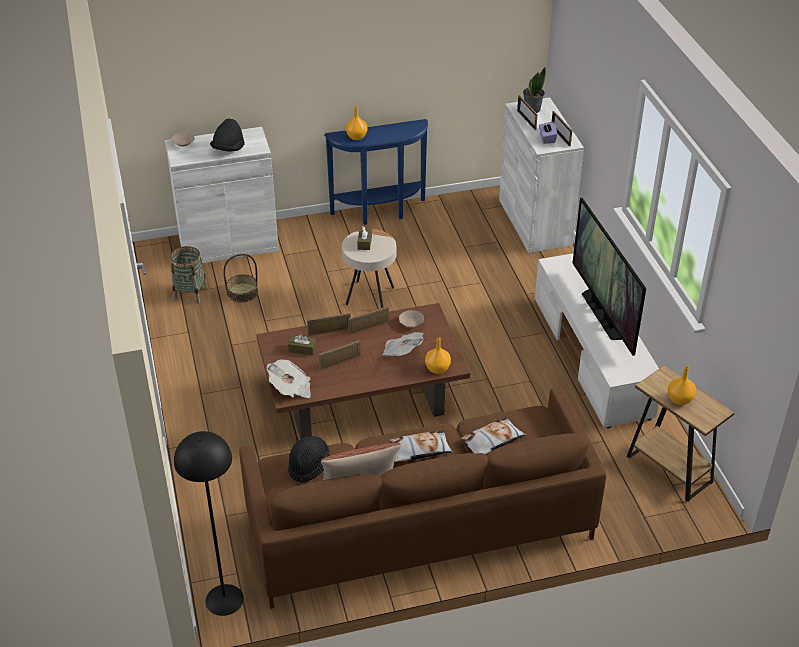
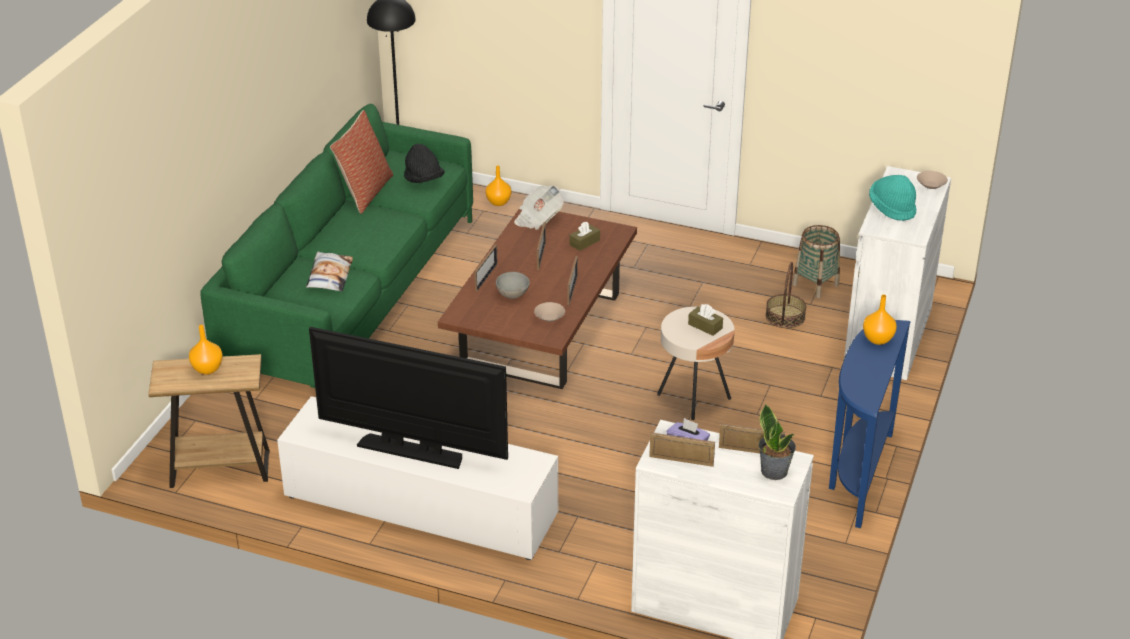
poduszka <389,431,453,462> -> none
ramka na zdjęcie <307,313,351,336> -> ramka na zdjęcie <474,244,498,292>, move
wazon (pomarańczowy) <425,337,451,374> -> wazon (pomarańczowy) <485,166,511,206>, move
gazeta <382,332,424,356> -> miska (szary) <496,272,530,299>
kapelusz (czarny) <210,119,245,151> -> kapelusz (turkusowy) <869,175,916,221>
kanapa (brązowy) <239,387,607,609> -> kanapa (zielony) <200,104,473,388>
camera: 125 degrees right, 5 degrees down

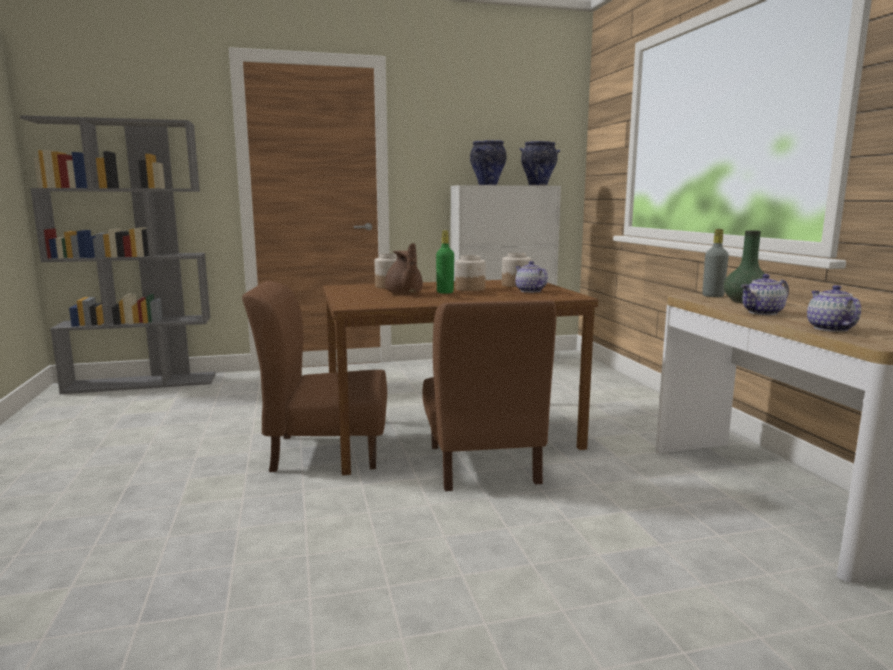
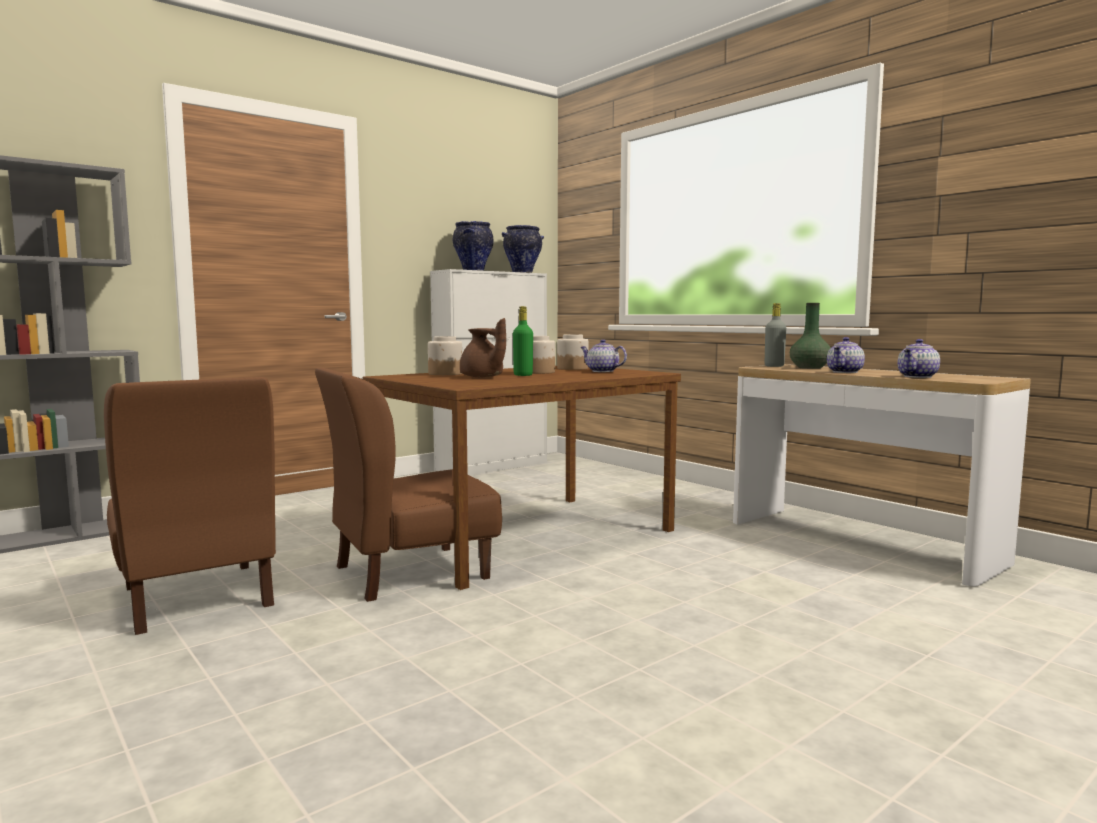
krzesło (brązowy) <422,300,556,491> -> krzesło (brązowy) <104,377,276,635>, move
imbryk <807,285,861,332> -> imbryk <897,339,940,378>, 105 degrees counterclockwise
camera: 25 degrees left, 5 degrees down

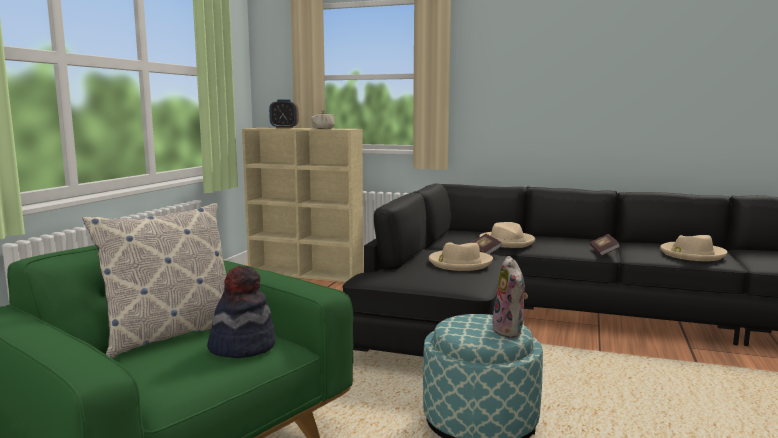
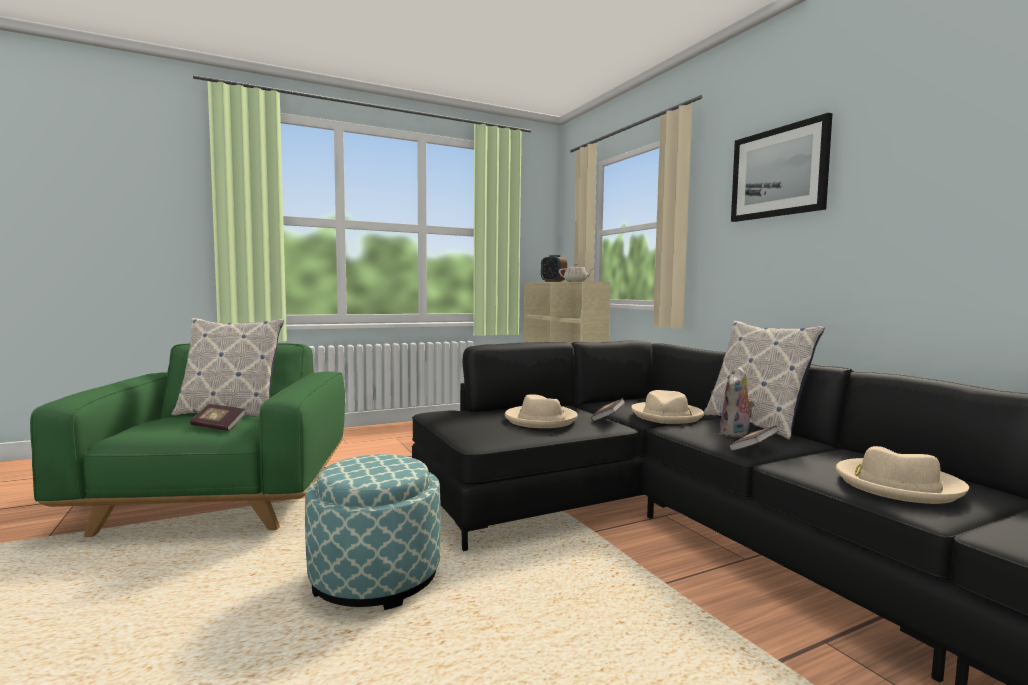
none -> poduszka <704,320,825,440>
none -> obraz <731,113,833,222>
pluszak <492,256,528,338> -> pluszak <720,366,755,438>, move
kapelusz <207,266,276,358> -> książka <190,404,246,431>
camera: 45 degrees right, 5 degrees down

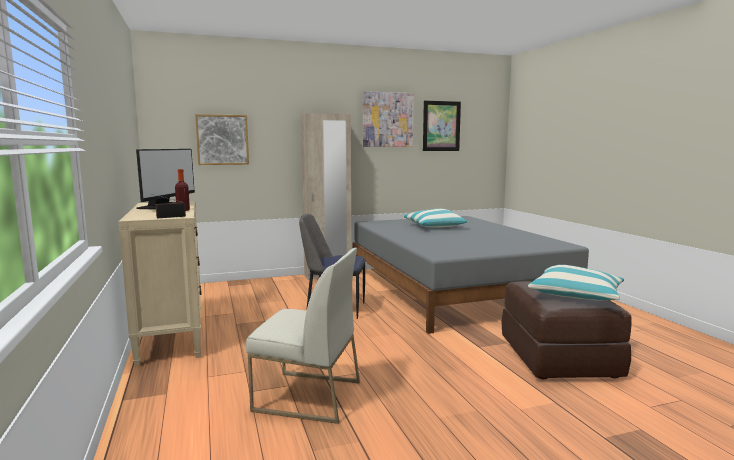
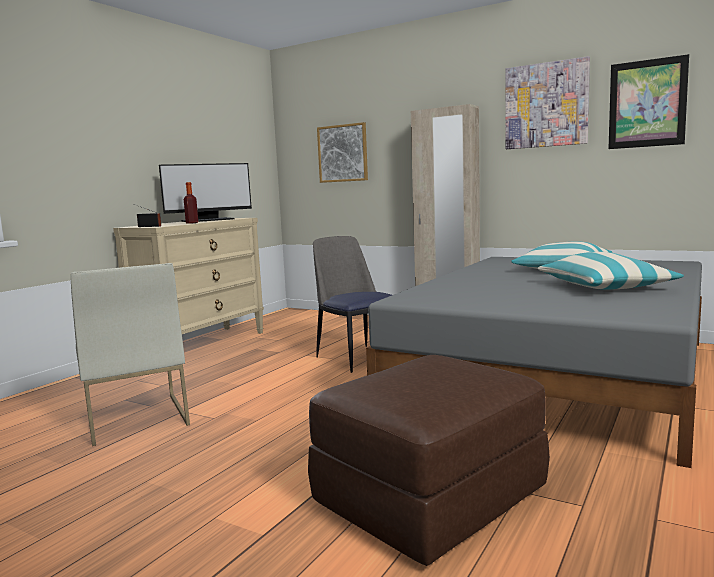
poduszka <528,265,624,301> -> poduszka <538,252,684,290>, move
camera: 50 degrees right, 0 degrees up

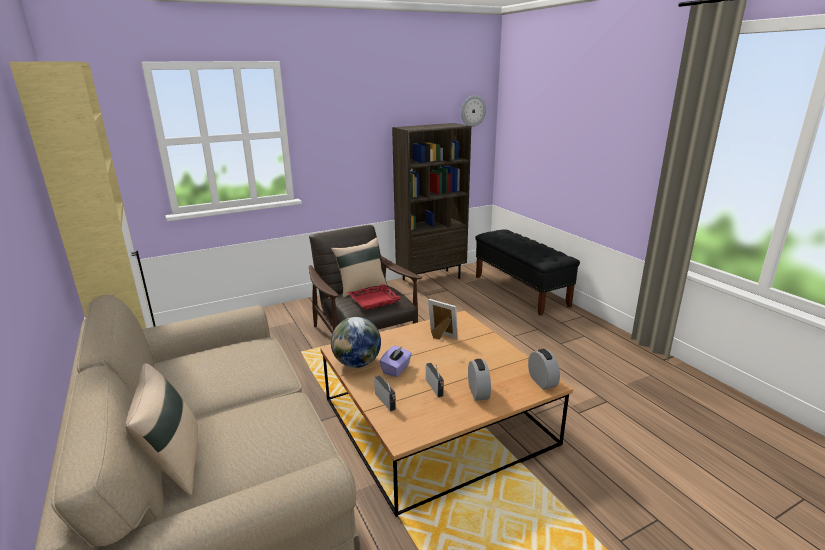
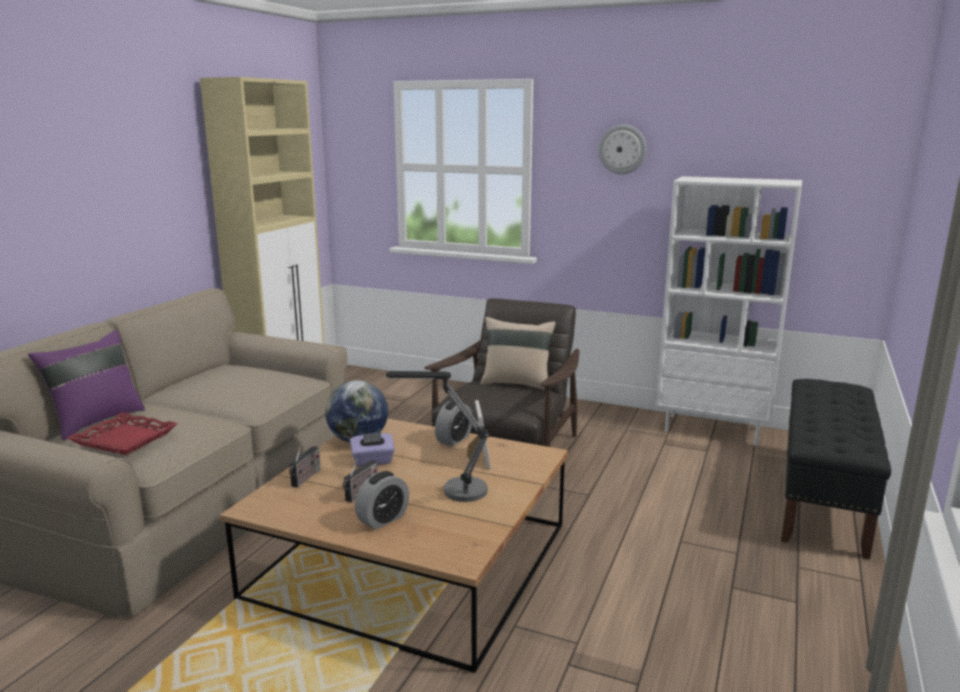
none -> lampa stołowa <386,371,489,502>
taca (czerwony) <348,284,401,310> -> taca (czerwony) <67,412,178,455>, move
zegar ścienny <461,95,486,127> -> zegar ścienny <598,124,647,175>, move
budzik <528,349,560,390> -> budzik <435,401,472,447>, move
poduszka (beżowy) <125,363,198,496> -> poduszka (fioletowy) <28,330,145,440>
regał (brązowy) <392,123,471,280> -> regał (biały) <656,176,802,446>
camera: 50 degrees right, 5 degrees down

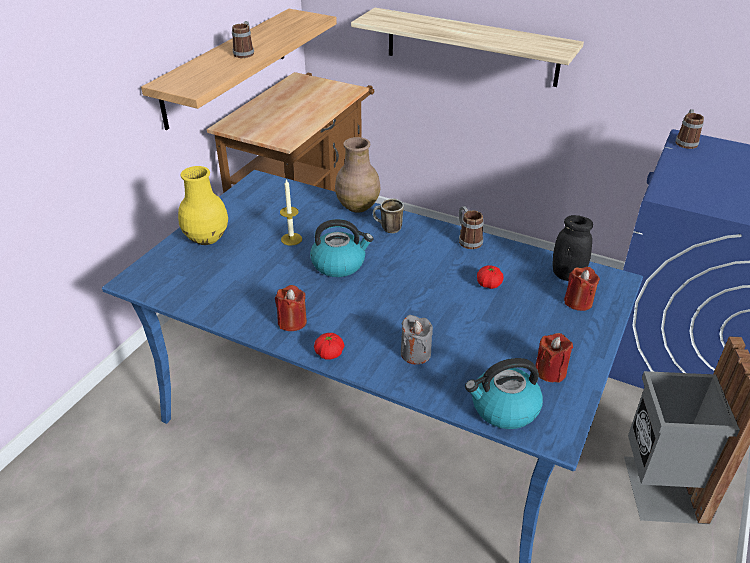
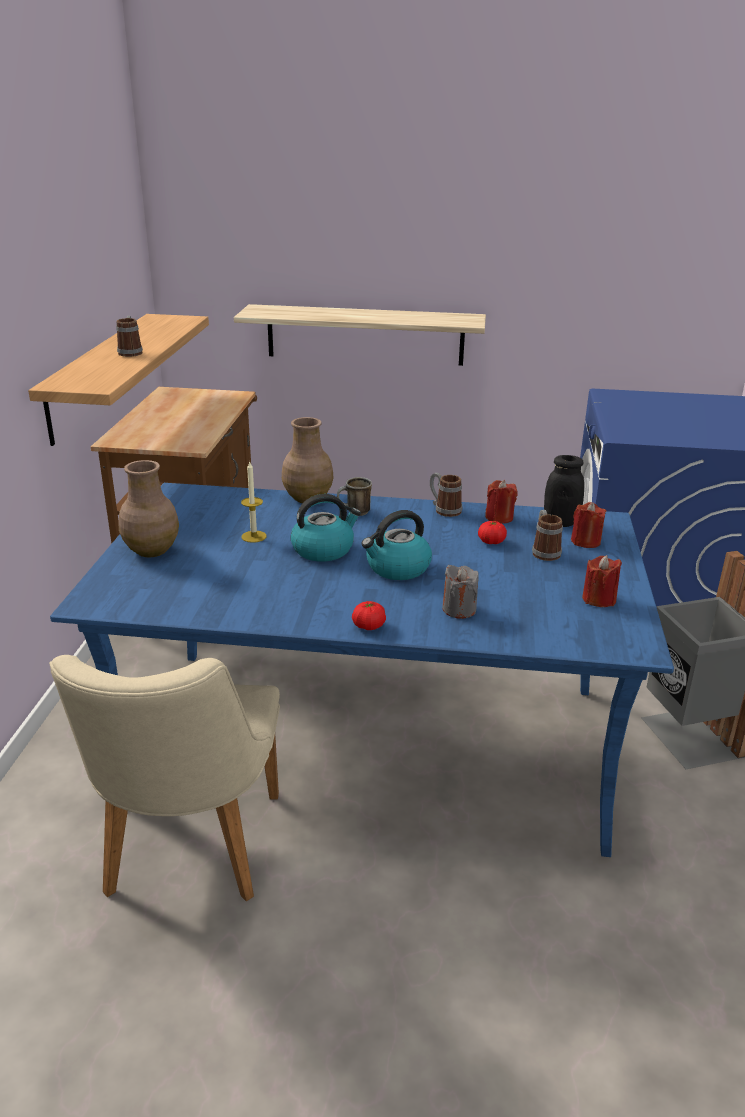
none -> krzesło (beżowy) <49,655,280,902>
świeca (czerwony) <275,285,307,331> -> świeca (czerwony) <485,480,518,524>, move
czajnik <465,358,543,429> -> czajnik <361,510,432,580>, move
kubek <676,109,704,149> -> kubek <532,510,563,561>, move
wazon (żółty) <178,166,228,245> -> wazon (brązowy) <118,460,179,557>
camera: 20 degrees left, 10 degrees down

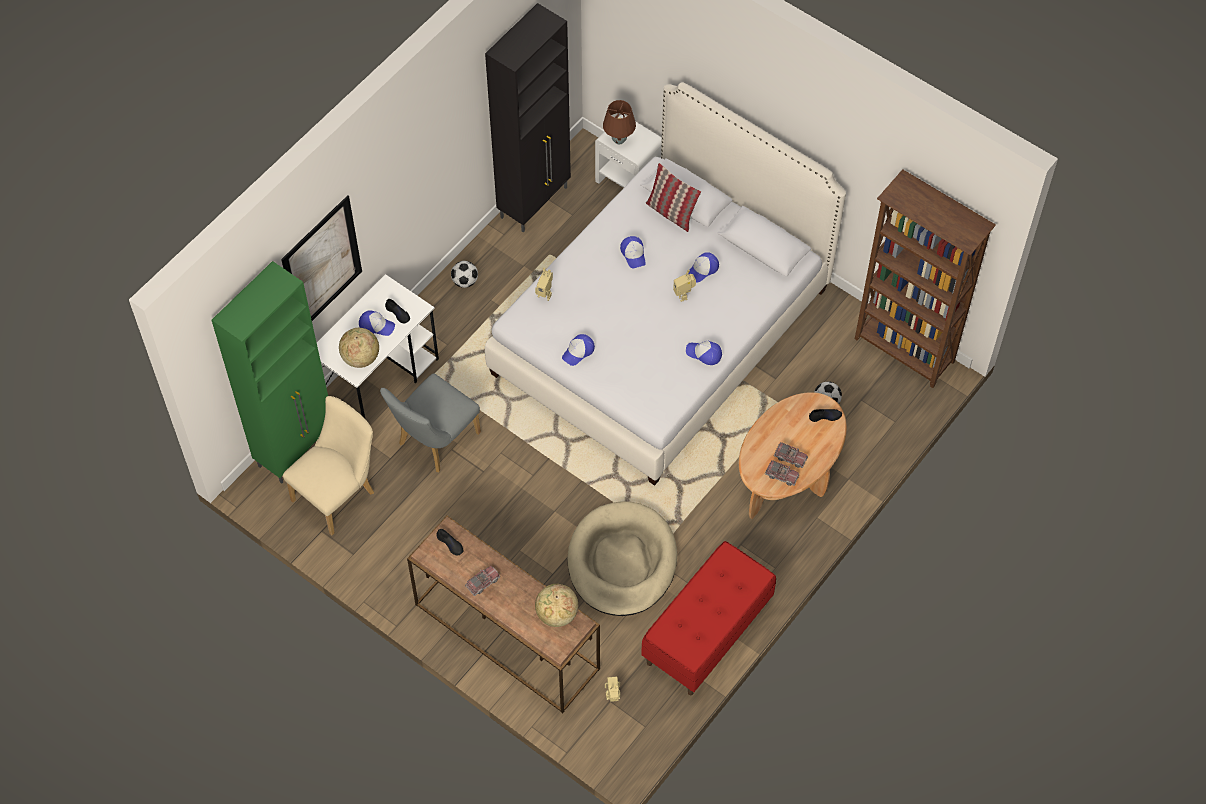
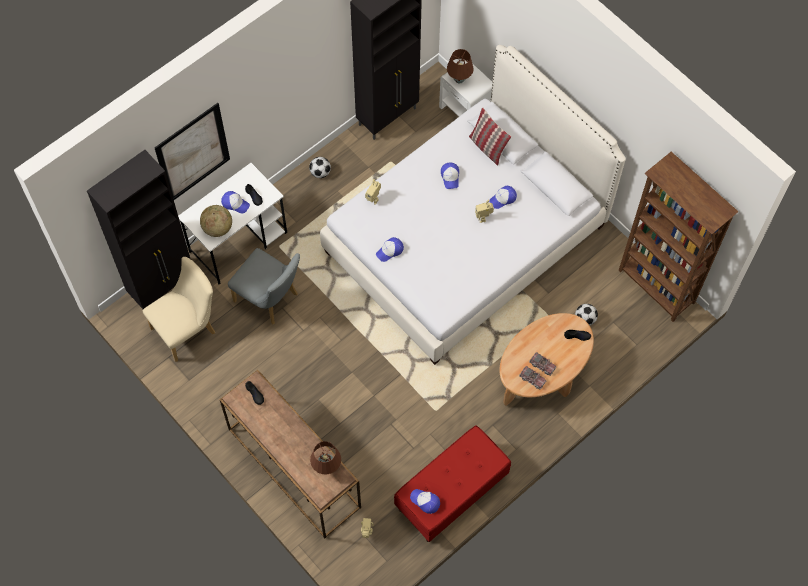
ciężarówka zabawkowa <465,566,500,596> -> none
legowisko (beżowy) <567,501,677,616> -> none
czapka z daszkiem <686,341,722,365> -> czapka z daszkiem <410,489,440,514>, move
globus <535,584,578,627> -> lampa stołowa (brązowy) <310,441,341,475>
szafka (zielony) <212,261,328,484> -> szafka (czarny) <87,150,190,309>
krzesło (szary) <380,373,481,472> -> krzesło (szary) <228,248,300,325>, 105 degrees counterclockwise
camera: 10 degrees right, 5 degrees up

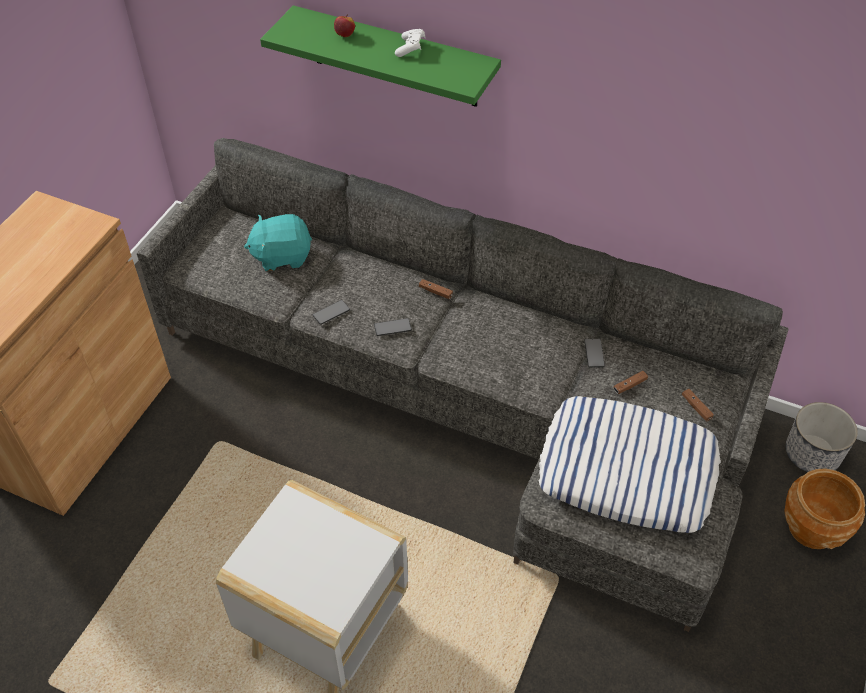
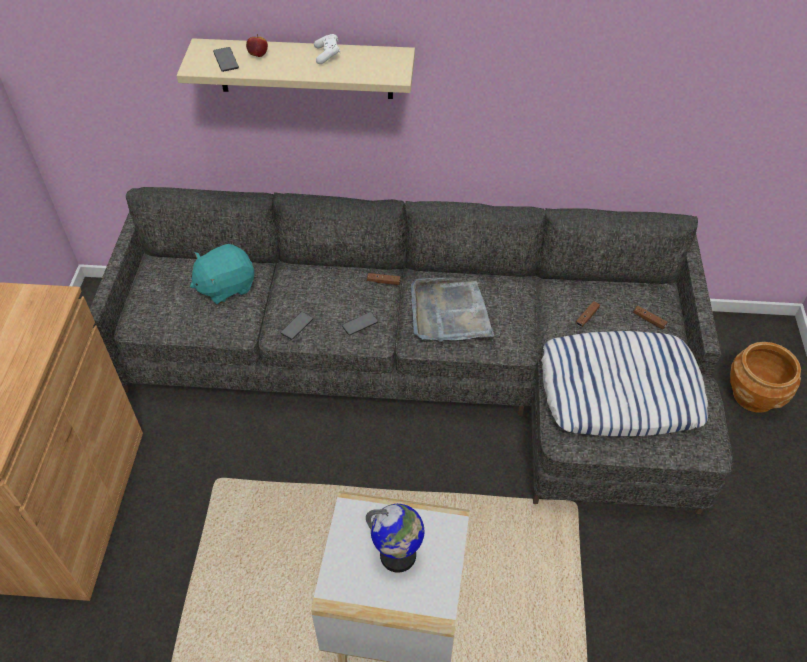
donica <786,402,858,472> -> none
none -> globus <366,504,424,573>
none -> taca (szary) <411,278,494,342>
telefon <584,339,605,368> -> telefon <213,47,239,72>, move
półka (zielony) <260,5,501,107> -> półka (beżowy) <176,38,415,99>
camera: 20 degrees left, 0 degrees up

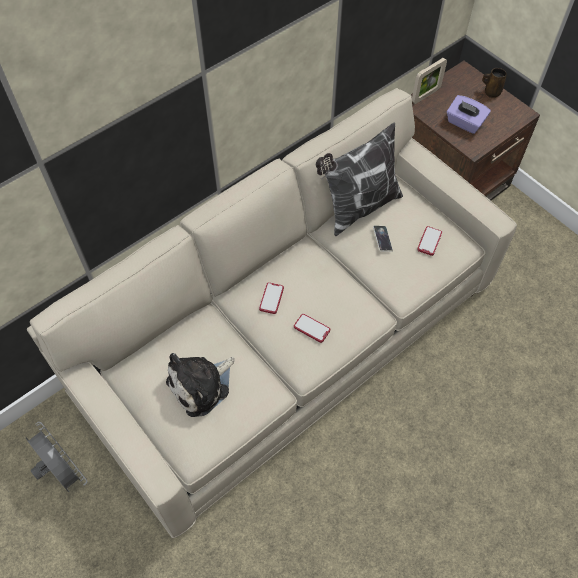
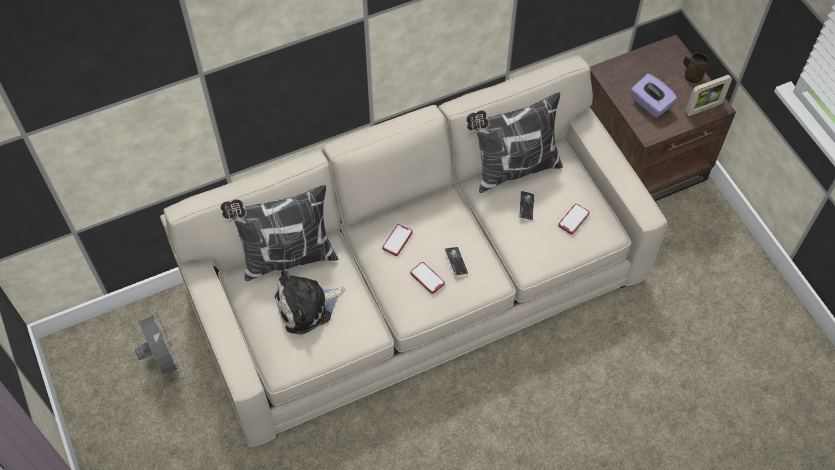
none -> poduszka <221,185,339,281>
none -> telefon <444,247,468,276>
ramka na zdjęcie <412,58,447,104> -> ramka na zdjęcie <685,75,732,116>, move
camera: 15 degrees right, 0 degrees up

